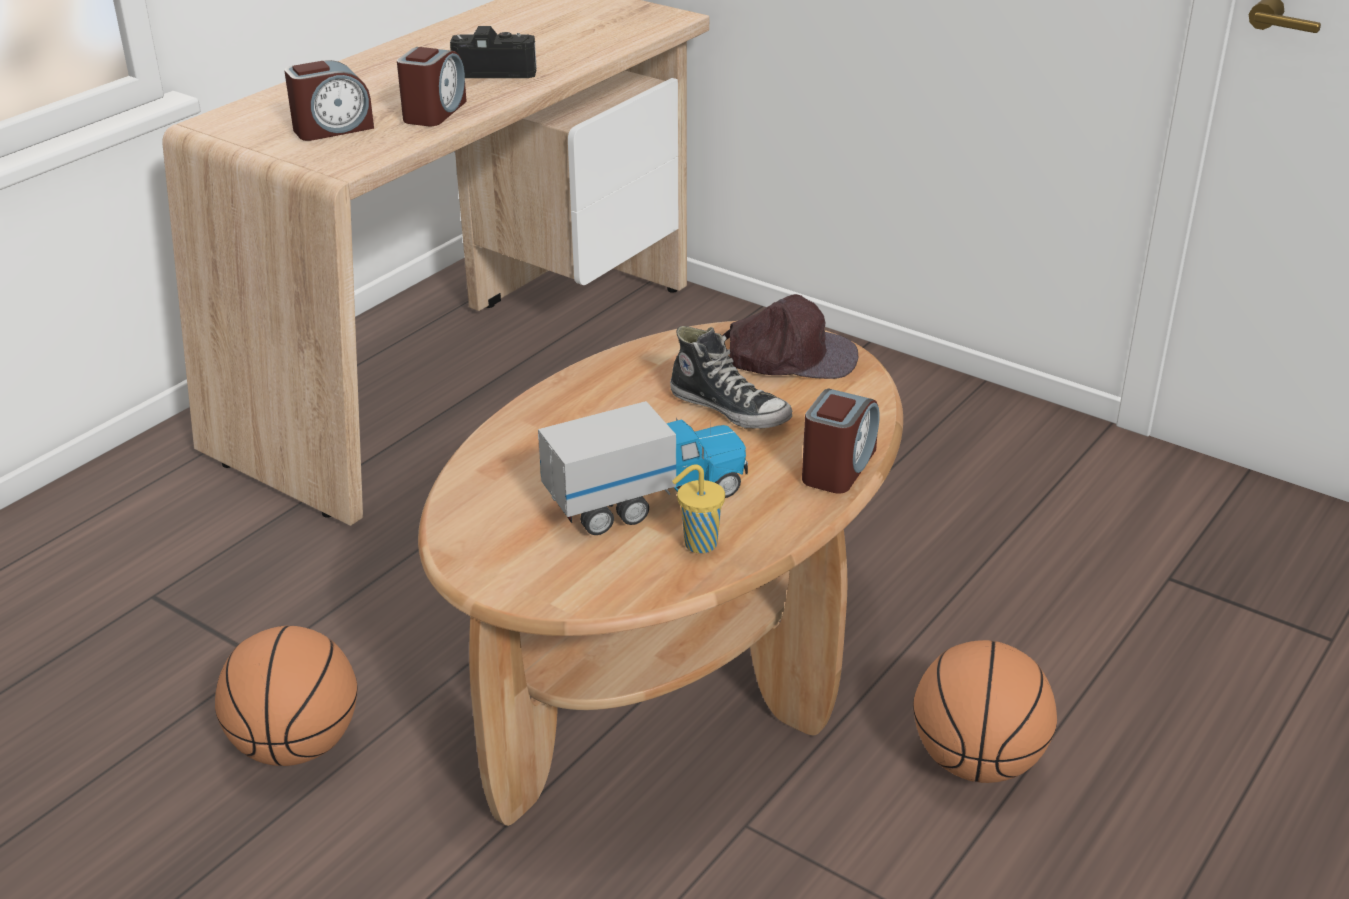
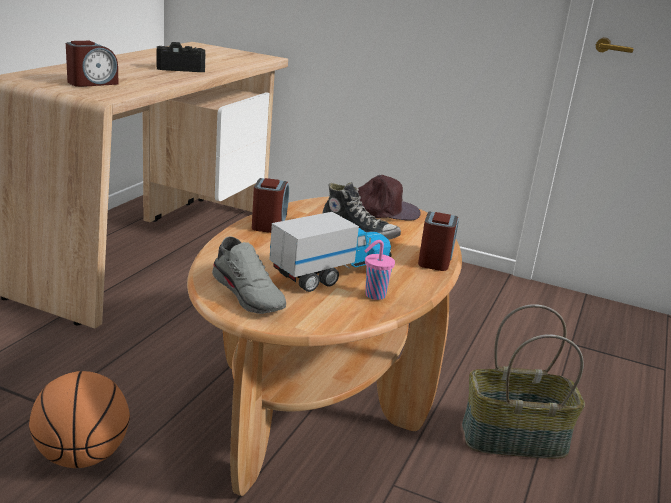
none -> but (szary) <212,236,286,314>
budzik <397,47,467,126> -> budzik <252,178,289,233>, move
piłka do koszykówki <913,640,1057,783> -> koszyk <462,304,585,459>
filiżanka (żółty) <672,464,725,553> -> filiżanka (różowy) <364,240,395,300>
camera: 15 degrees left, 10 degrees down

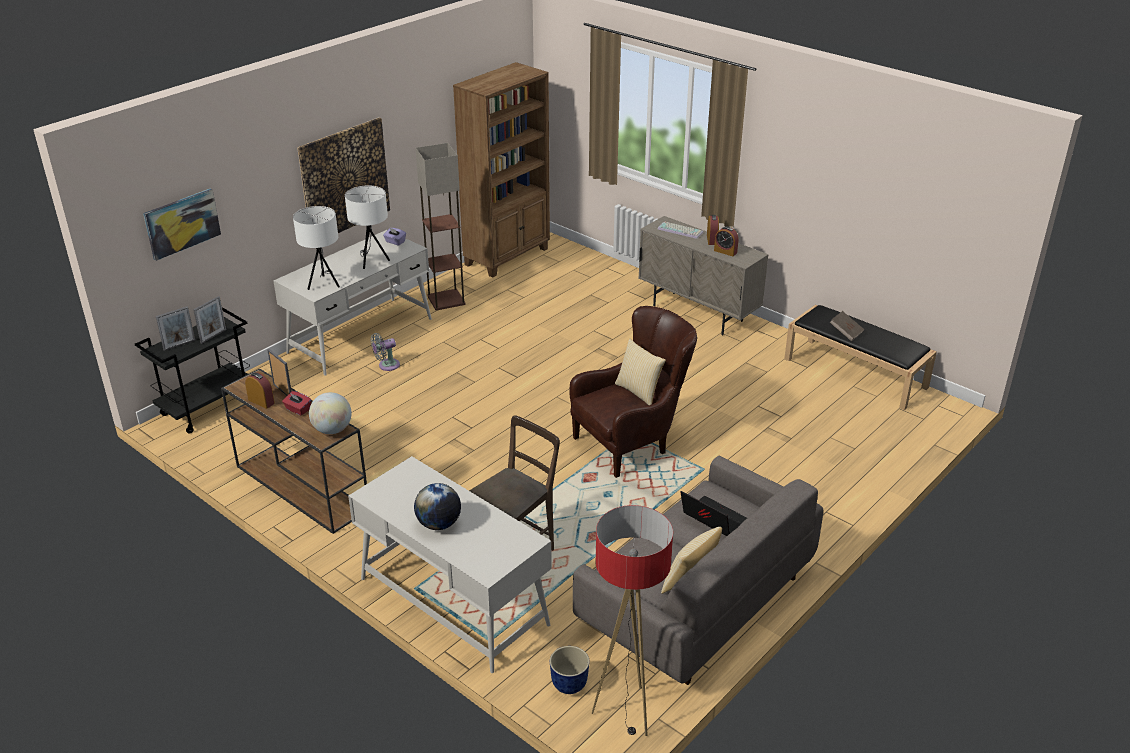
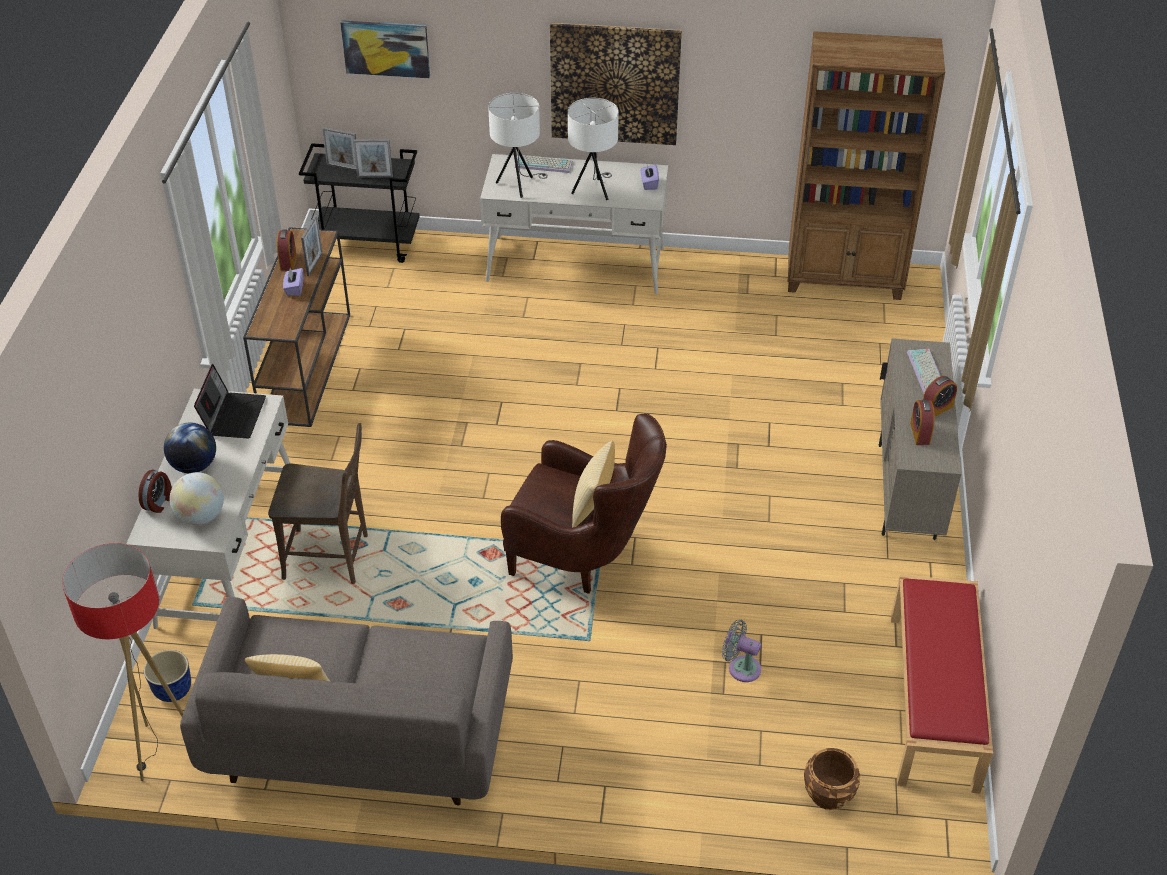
lampa stojąca <415,143,466,311> -> none
książka (brązowy) <830,311,864,341> -> none
none -> budzik <138,470,172,513>
none -> klawiatura <515,155,573,173>
none -> donica (brązowy) <804,748,860,810>
globus <309,392,352,434> -> globus <169,472,224,525>, move
wentylator (szary) <371,333,400,371> -> wentylator (szary) <722,620,761,682>, move
laptop <680,491,747,536> -> laptop <194,364,266,438>, move
pudełko chusteczek (czerwony) <282,391,311,415> -> pudełko chusteczek (fioletowy) <283,268,304,296>
ławka (czarny) <784,305,937,410> -> ławka (czerwony) <891,575,993,793>
camera: 55 degrees right, 10 degrees up

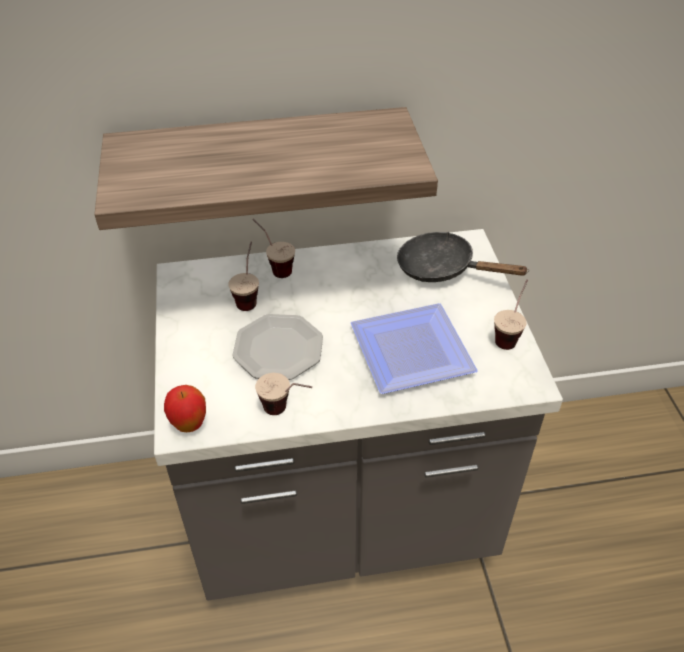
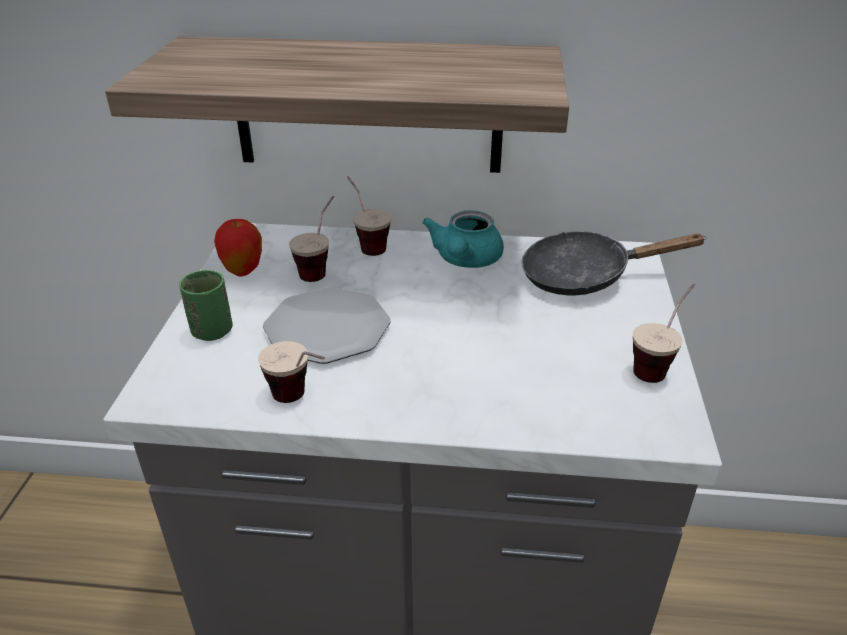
talerz <351,303,478,394> -> none
none -> filiżanka (zielony) <179,270,233,341>
none -> imbryk (turkusowy) <422,210,504,268>
jabłko <164,385,206,432> -> jabłko <214,219,262,276>, move
patelnia (czarny) <397,232,529,282> -> patelnia (czarny) <521,231,707,295>, 45 degrees counterclockwise
camera: 15 degrees right, 10 degrees down

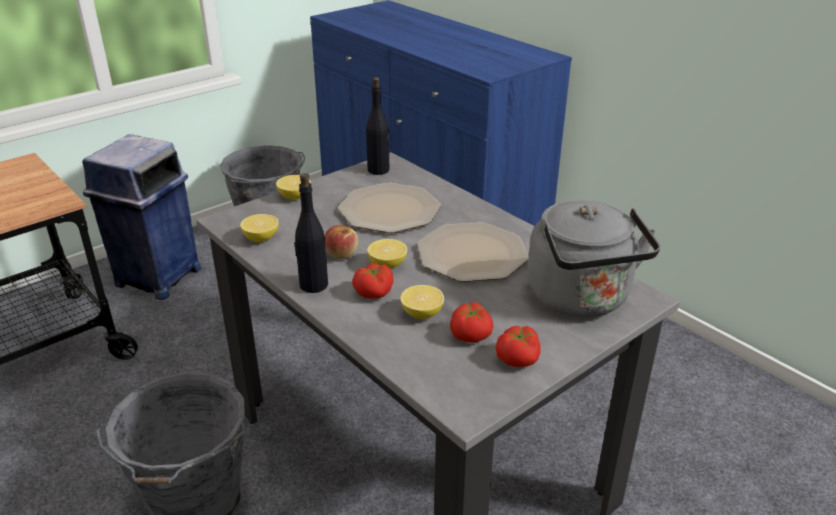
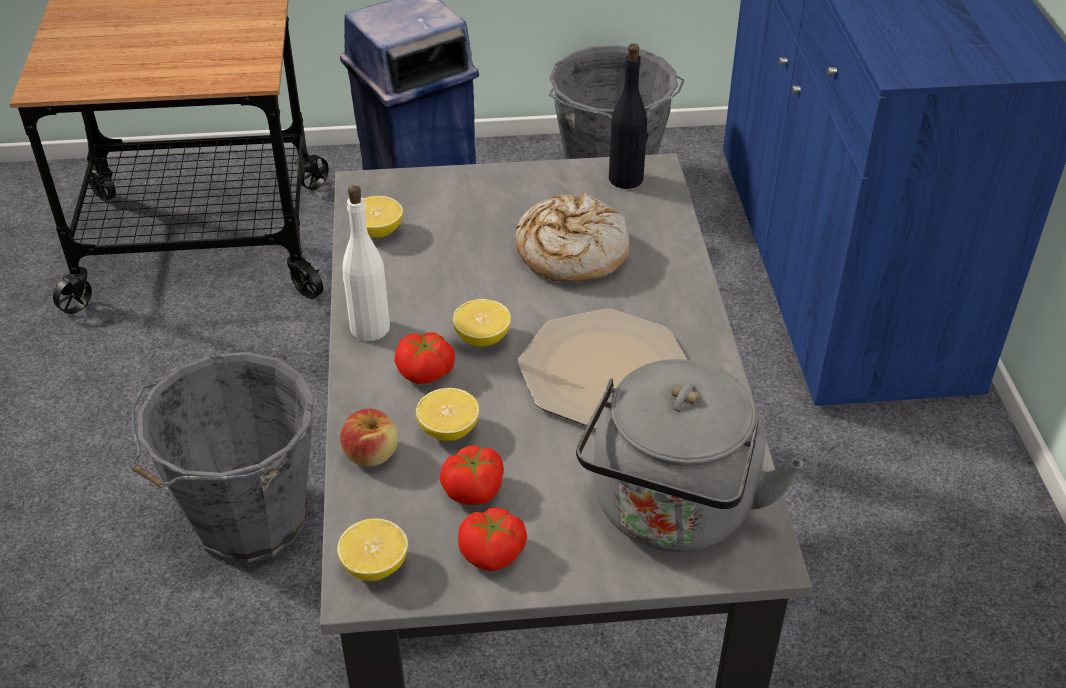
cytryna <276,175,311,200> -> cytryna <337,518,408,581>, move
jabłko <325,225,358,259> -> jabłko <340,409,398,467>, move
talerz <338,183,441,233> -> chleb <515,192,630,282>
butelka (czarny) <294,173,328,293> -> butelka (biały) <342,185,390,341>
camera: 35 degrees right, 10 degrees up

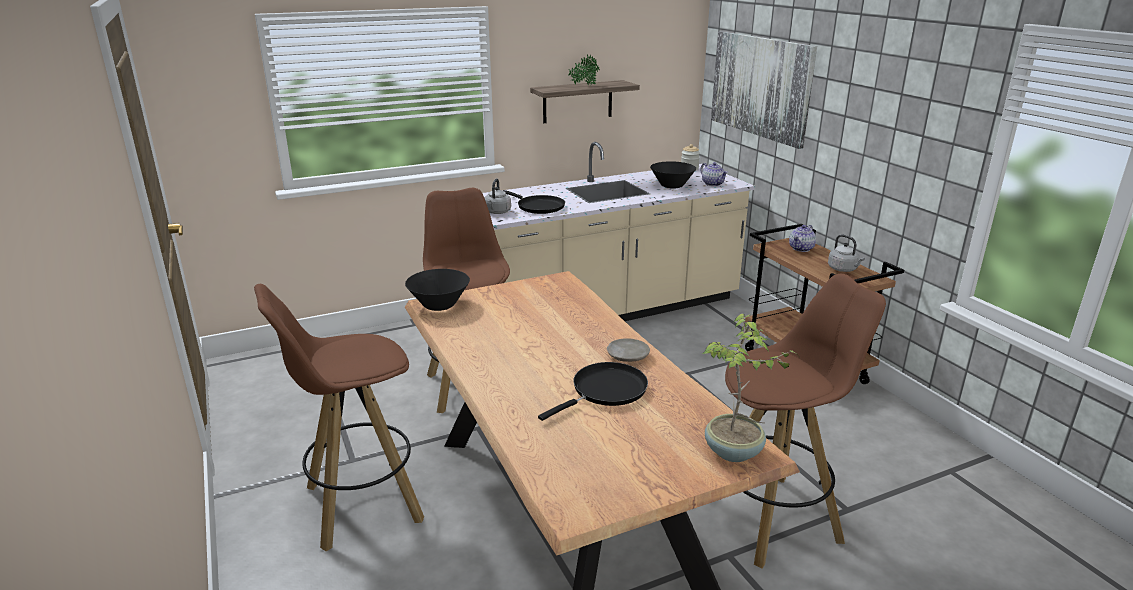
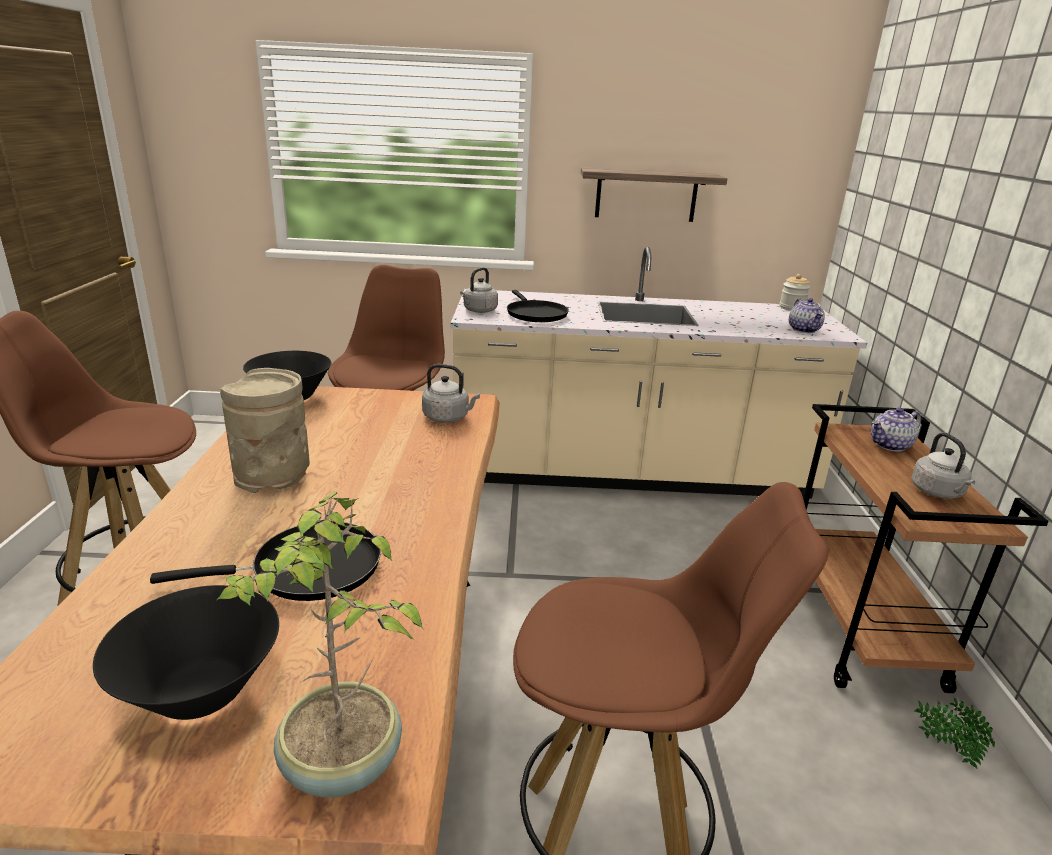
talerz (beżowy) <607,338,650,362> -> none
obraz <711,31,817,149> -> none
none -> wazon (beżowy) <220,368,310,493>
none -> czajnik (szary) <422,364,480,423>
roślina doniczkowa <568,55,600,86> -> roślina doniczkowa <914,698,995,769>, move
miska (czarny) <650,161,696,188> -> miska (czarny) <93,585,279,720>, move
camera: 25 degrees right, 0 degrees up

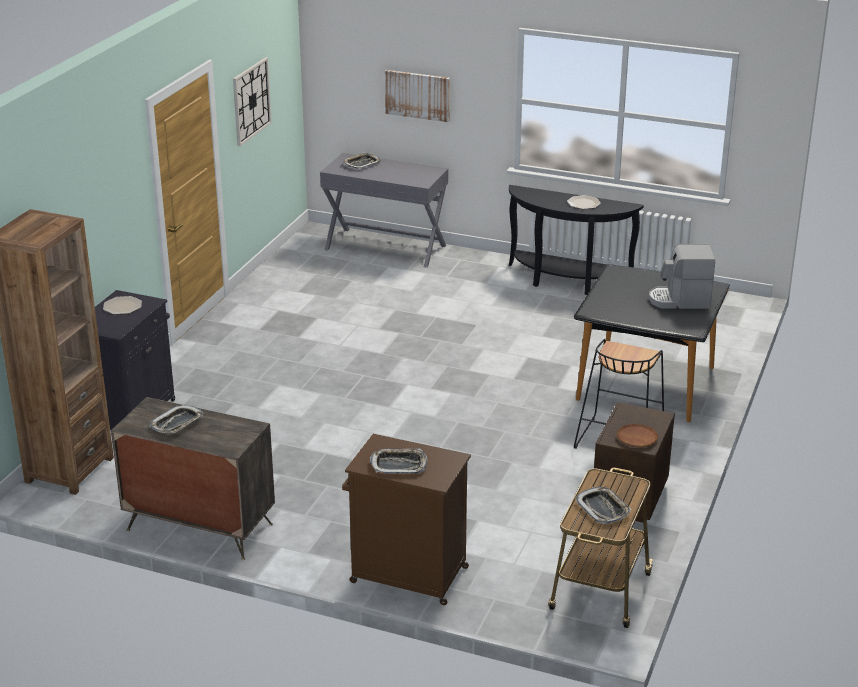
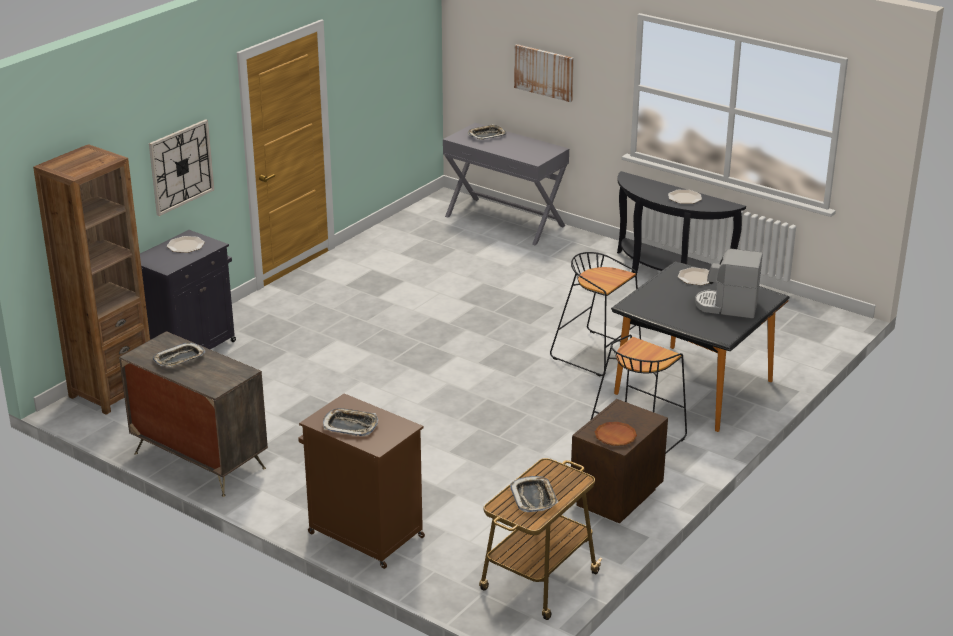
none -> stołek (czarny) <550,252,641,376>
none -> talerz <678,267,709,285>
zegar ścienny <233,57,272,146> -> zegar ścienny <149,119,214,216>, move
camera: 15 degrees right, 0 degrees up

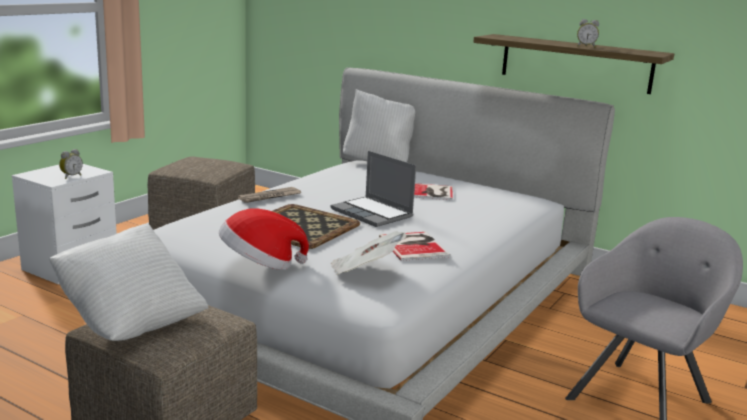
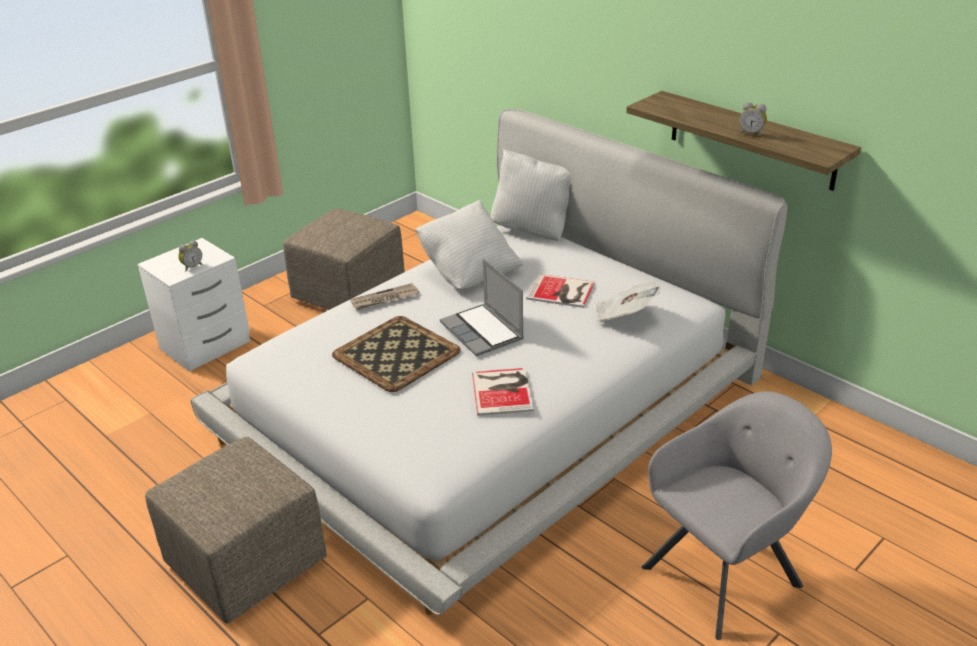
kapelusz <219,208,309,270> -> none
poduszka (biały) <49,223,209,341> -> poduszka (biały) <416,200,523,289>, move
gazeta <331,231,406,275> -> gazeta <596,281,661,322>, move
camera: 15 degrees right, 15 degrees up

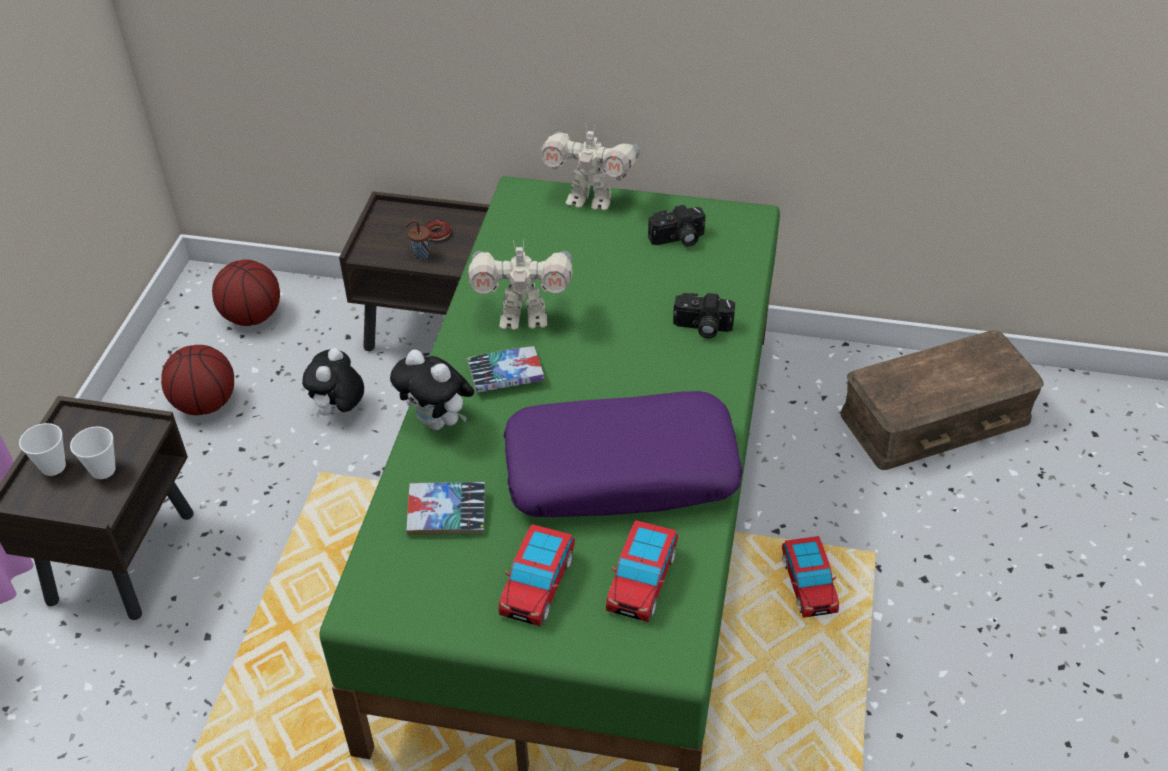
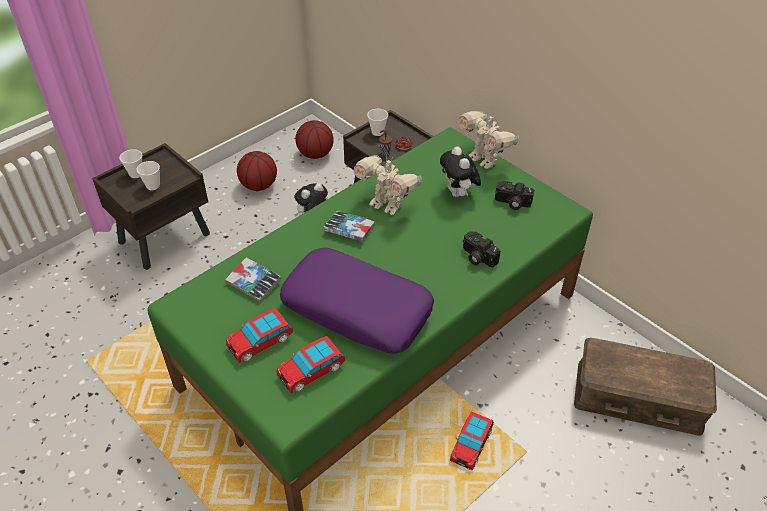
none -> filiżanka <367,109,388,136>
pluszak <390,350,474,430> -> pluszak <440,147,481,197>, move
camera: 35 degrees right, 0 degrees up

